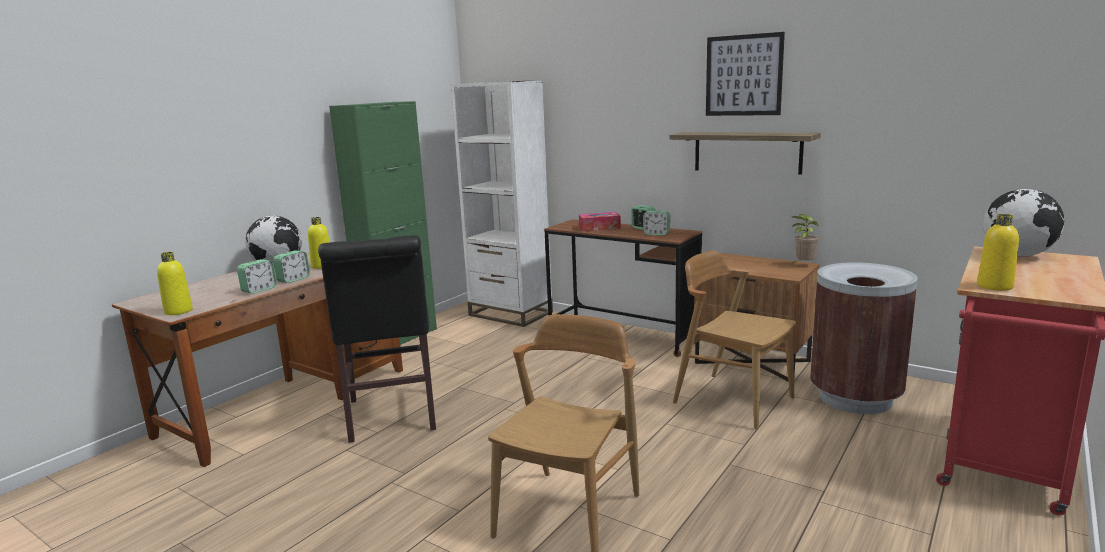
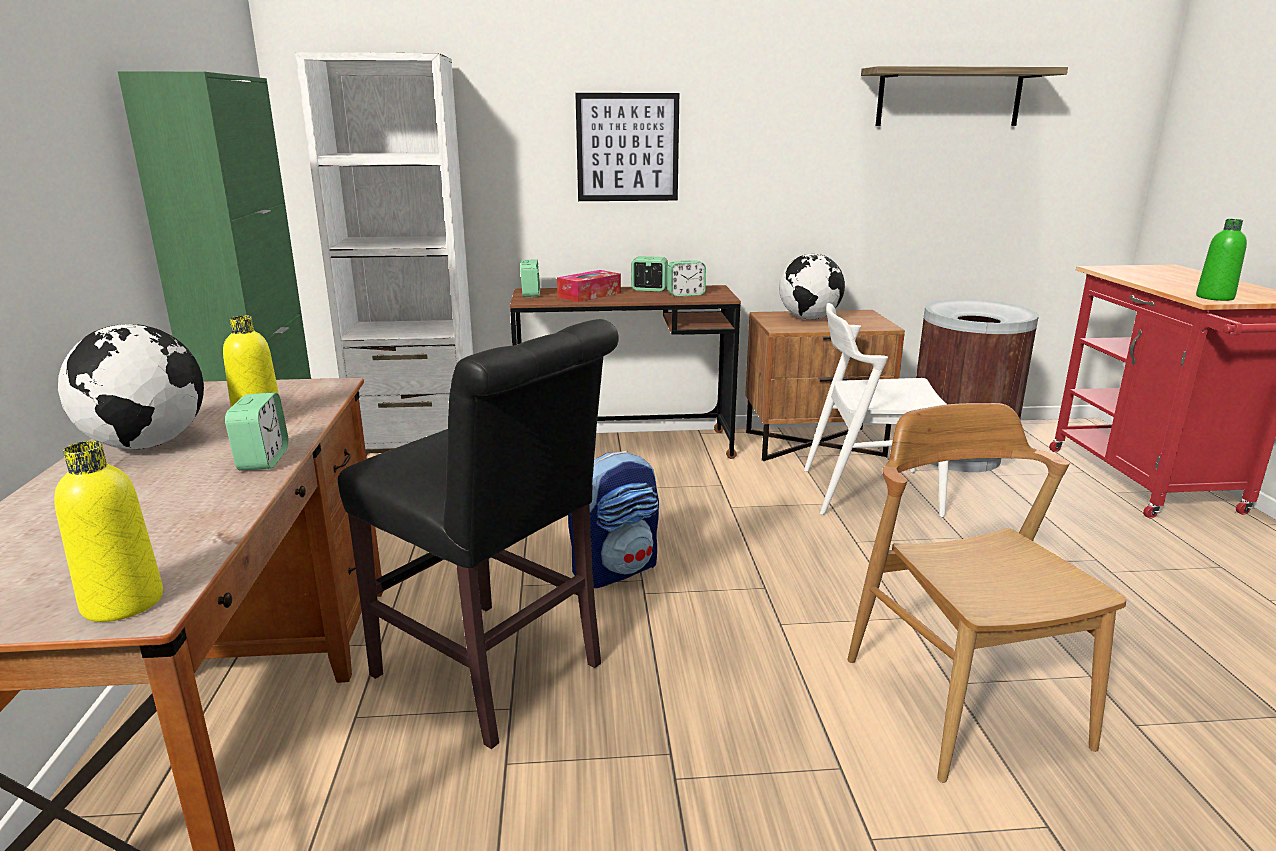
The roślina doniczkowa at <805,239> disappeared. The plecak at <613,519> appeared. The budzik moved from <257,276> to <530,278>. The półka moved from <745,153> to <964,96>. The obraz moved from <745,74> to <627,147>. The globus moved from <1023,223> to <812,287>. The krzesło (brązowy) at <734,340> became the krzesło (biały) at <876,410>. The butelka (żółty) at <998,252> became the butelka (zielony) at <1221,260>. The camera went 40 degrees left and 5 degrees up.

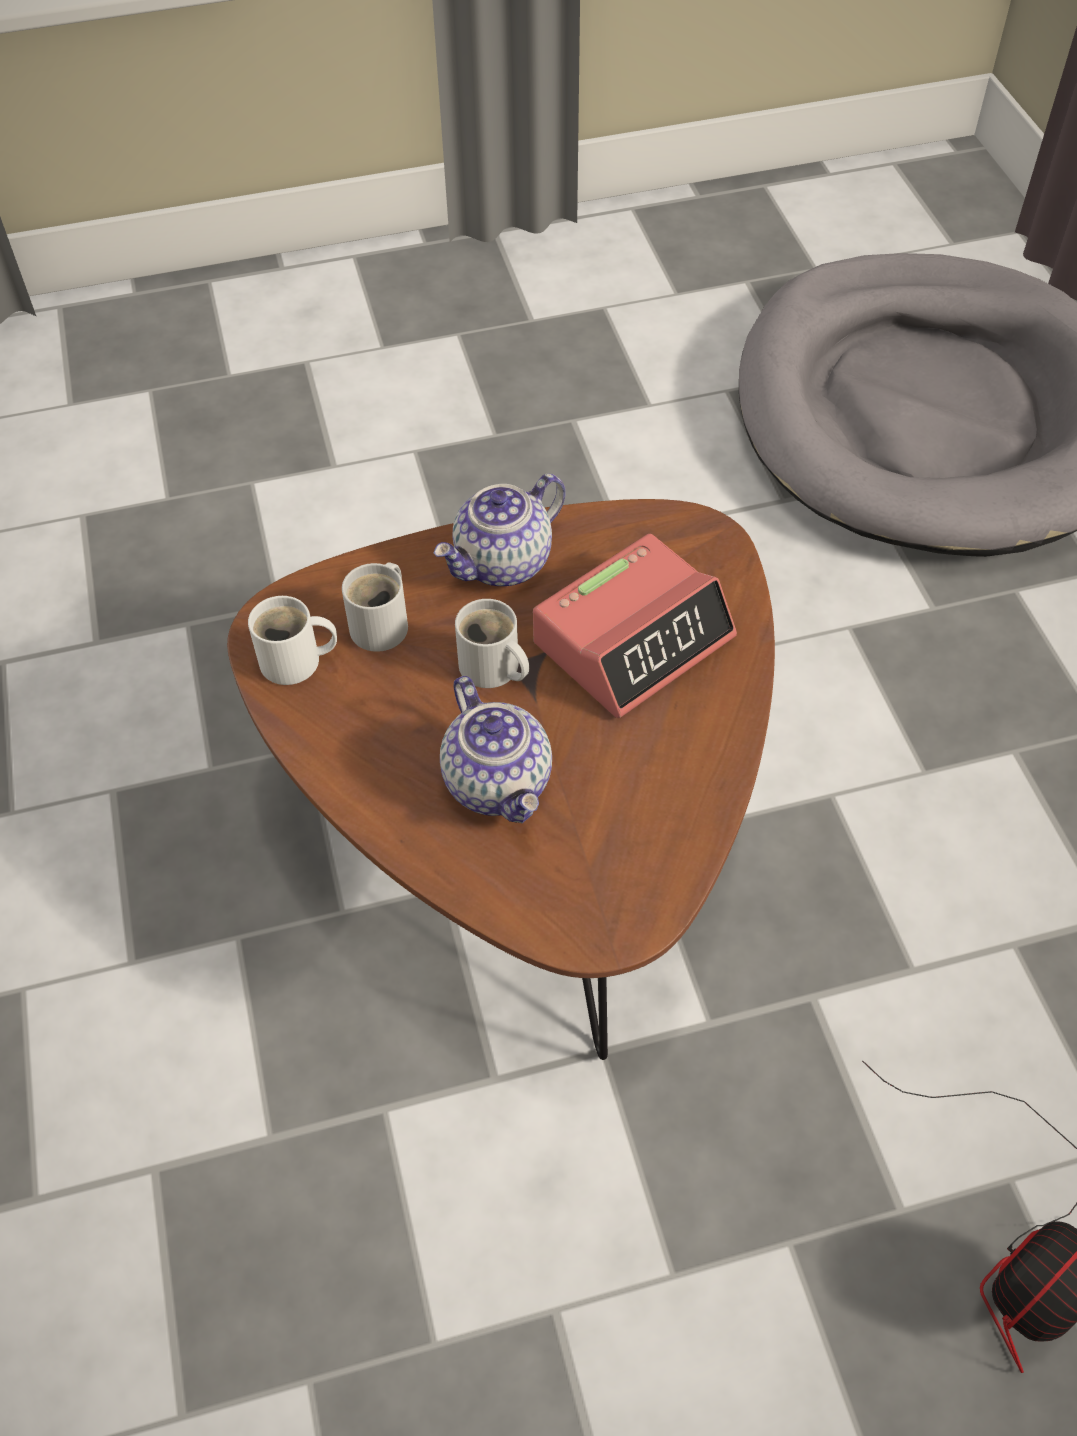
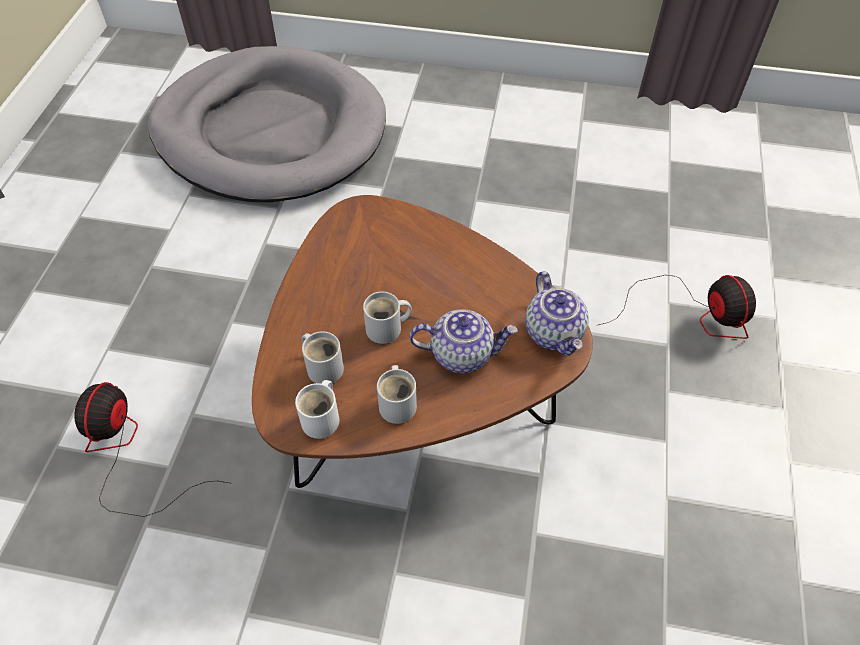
The budzik at <635,626> disappeared. The wentylator at <151,449> appeared. The kubek (biały) at <397,394> appeared. The imbryk moved from <500,529> to <557,313>. The camera went 65 degrees left and 0 degrees up.

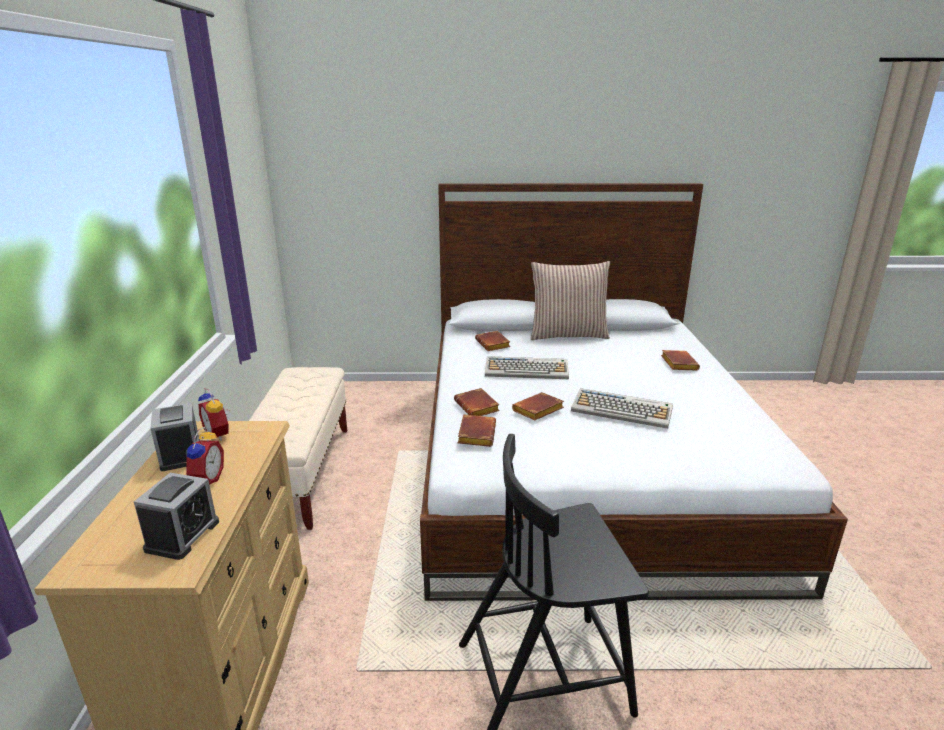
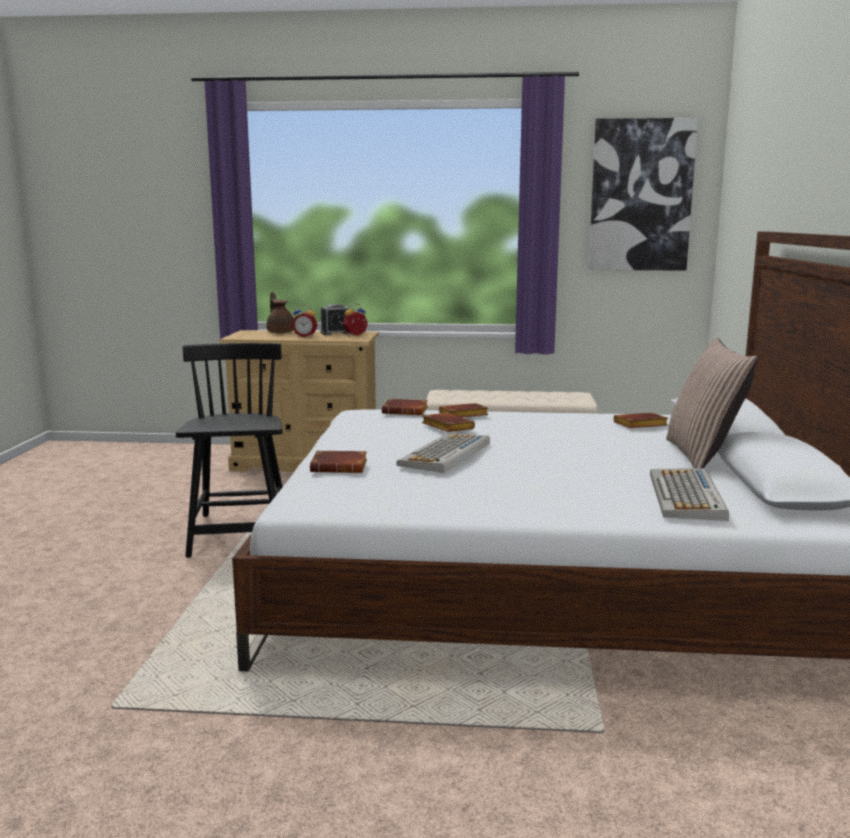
The budzik at <176,516> disappeared. The imbryk (brązowy) at <280,312> appeared. The obraz at <643,194> appeared. The klawiatura moved from <527,367> to <689,494>. The książka (brązowy) moved from <680,360> to <338,462>. The camera went 95 degrees right and 10 degrees down.

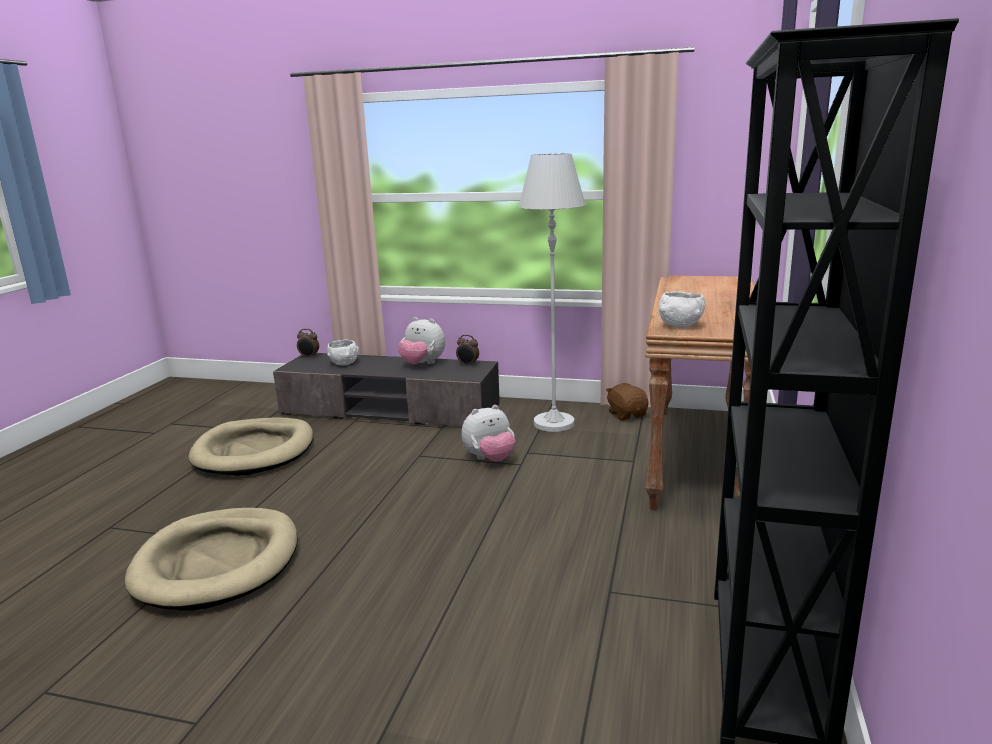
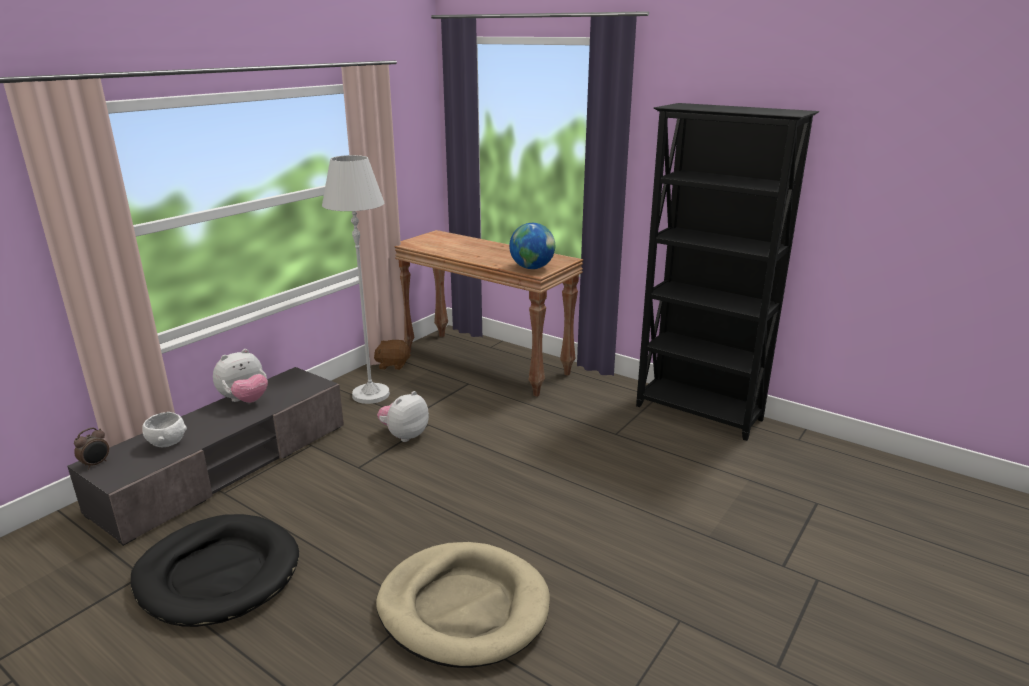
The budzik at <467,350> disappeared. The miska (biały) at <682,309> was replaced by the globus at <532,246>. The legowisko (beżowy) at <251,447> became the legowisko (czarny) at <214,570>. The pluszak at <488,433> turned 135 degrees counterclockwise. The camera went 70 degrees left and 5 degrees up.

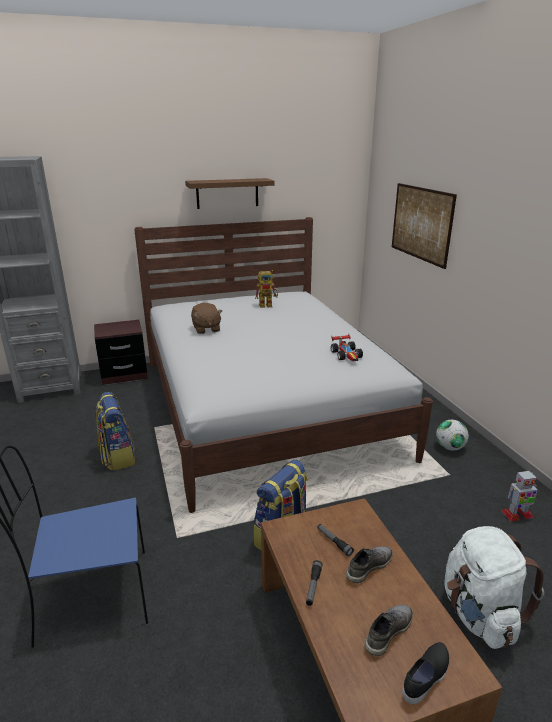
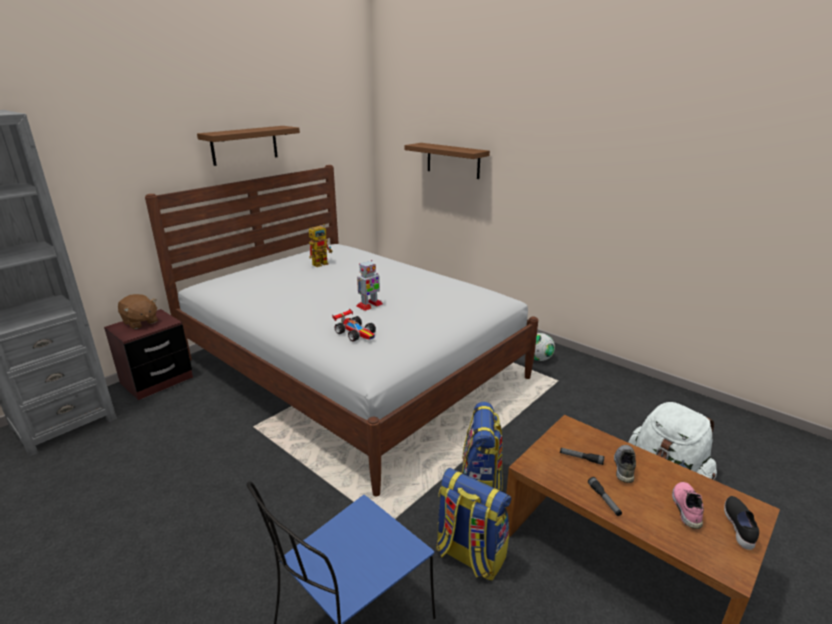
The plecak moved from <115,431> to <473,524>. The pluszak (brązowy) moved from <206,318> to <138,311>. The samochodzik moved from <347,347> to <354,324>. The robot zabawkowy moved from <520,495> to <369,285>. The obraz at <424,226> was replaced by the półka (brązowy) at <447,161>. The but (szary) at <389,630> became the but (różowy) at <688,505>. The camera went 30 degrees left and 0 degrees up.

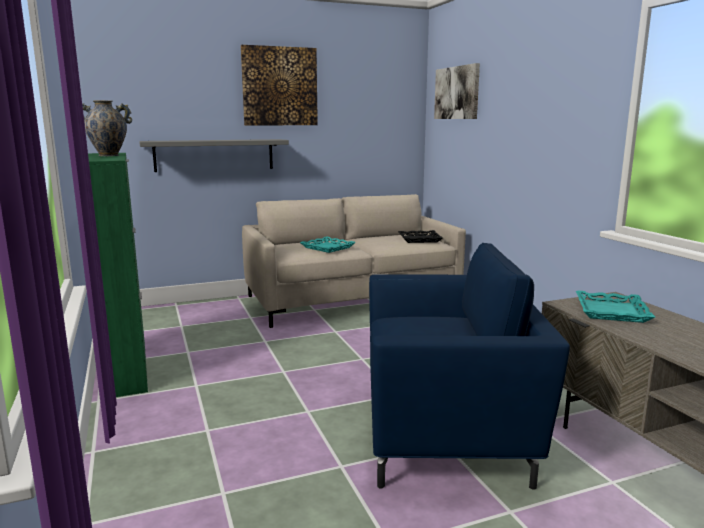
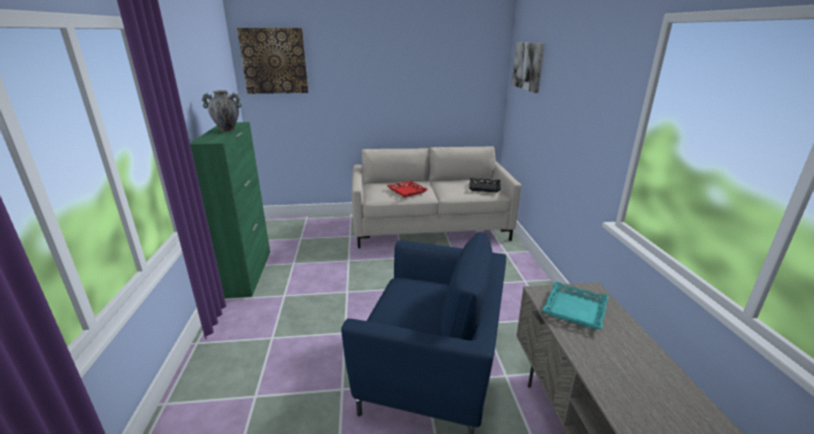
The półka (szary) at <214,155> disappeared. The obraz moved from <279,85> to <272,61>. The taca (turkusowy) at <328,244> became the taca (czerwony) at <407,188>. The camera went 15 degrees right and 10 degrees up.

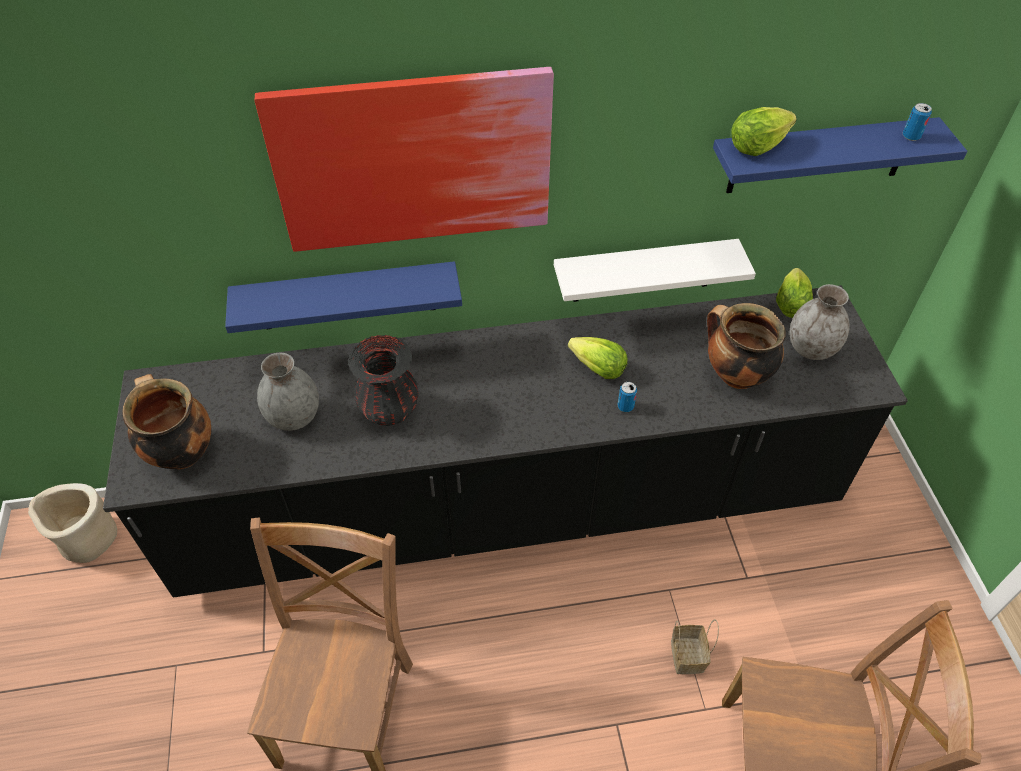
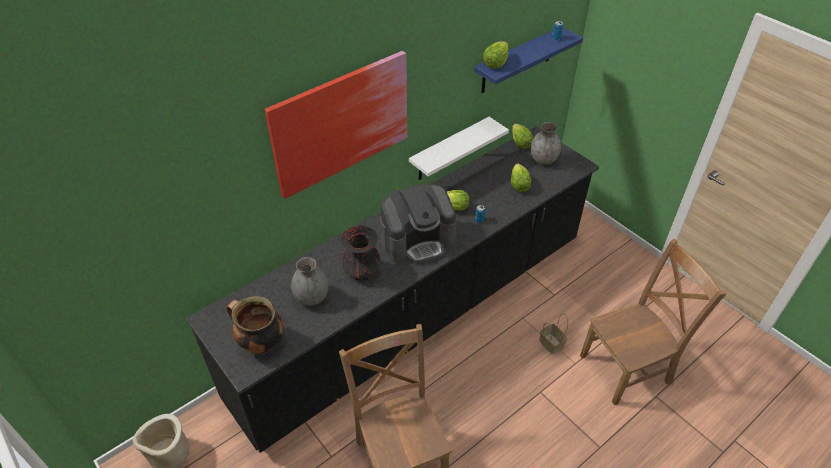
The półka (niebieski) at <343,297> disappeared. The ekspres do kawy at <418,223> appeared. The garnek at <746,346> was replaced by the sałata at <521,177>. The camera went 30 degrees left and 5 degrees down.

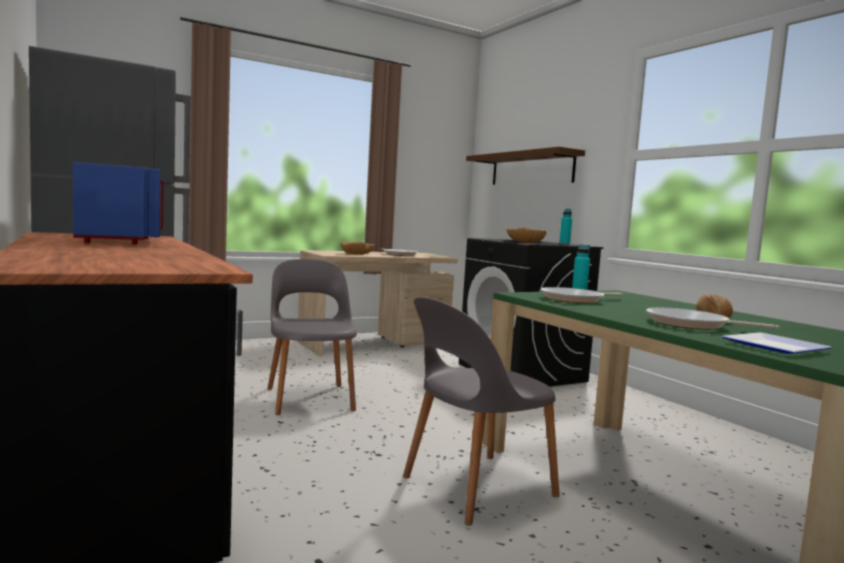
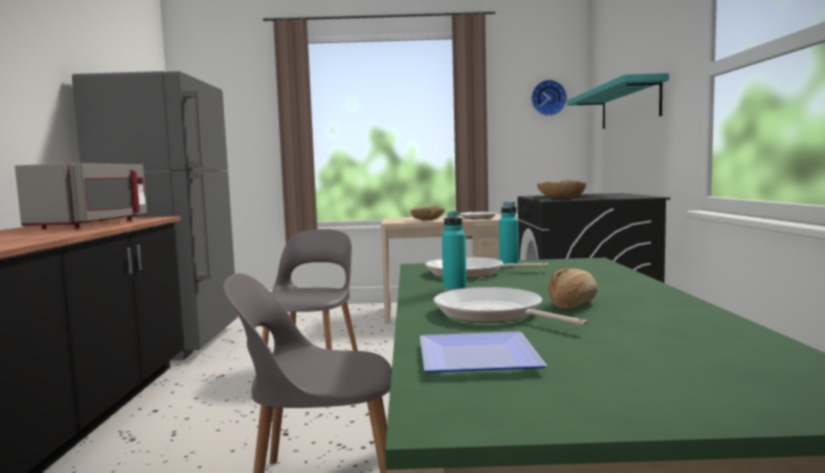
The zegar ścienny at <549,98> appeared. The butelka (turkusowy) moved from <565,227> to <454,251>. The mikrofalówka (niebieski) at <118,203> became the mikrofalówka (szary) at <81,196>. The półka (brązowy) at <525,166> became the półka (turkusowy) at <618,101>. The camera went 30 degrees right and 0 degrees up.

